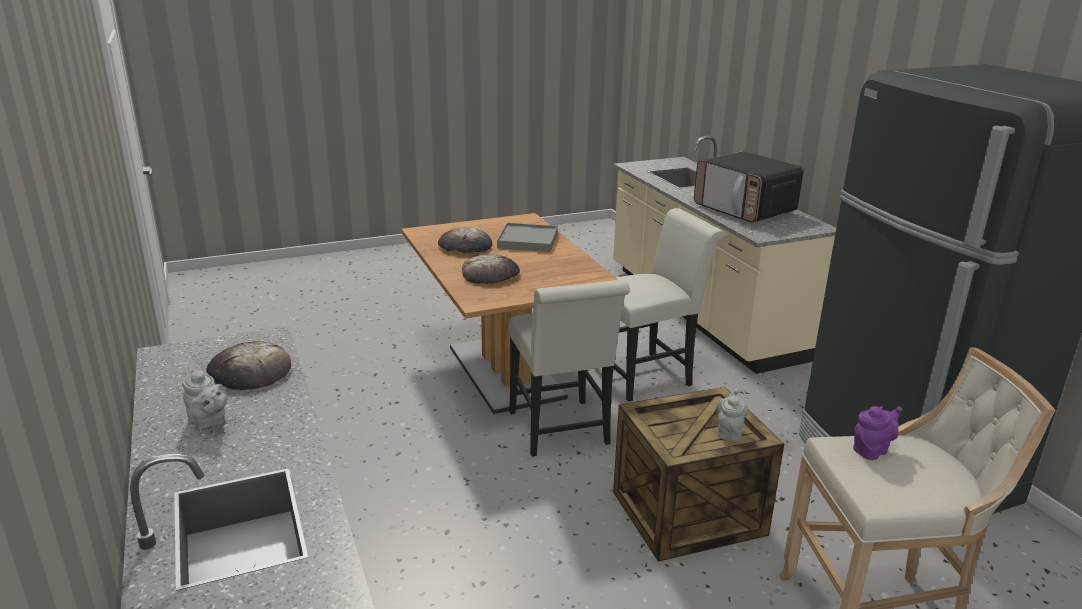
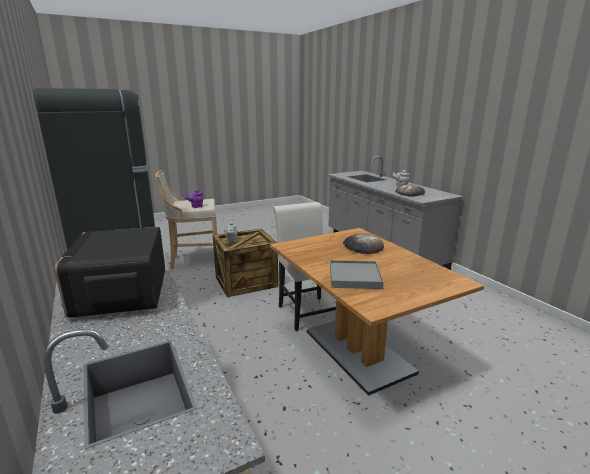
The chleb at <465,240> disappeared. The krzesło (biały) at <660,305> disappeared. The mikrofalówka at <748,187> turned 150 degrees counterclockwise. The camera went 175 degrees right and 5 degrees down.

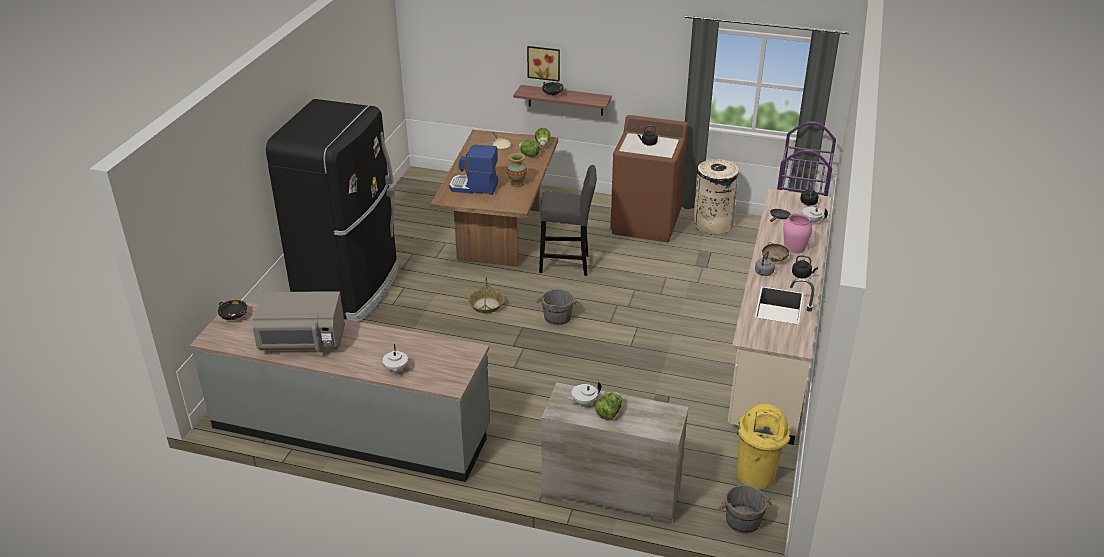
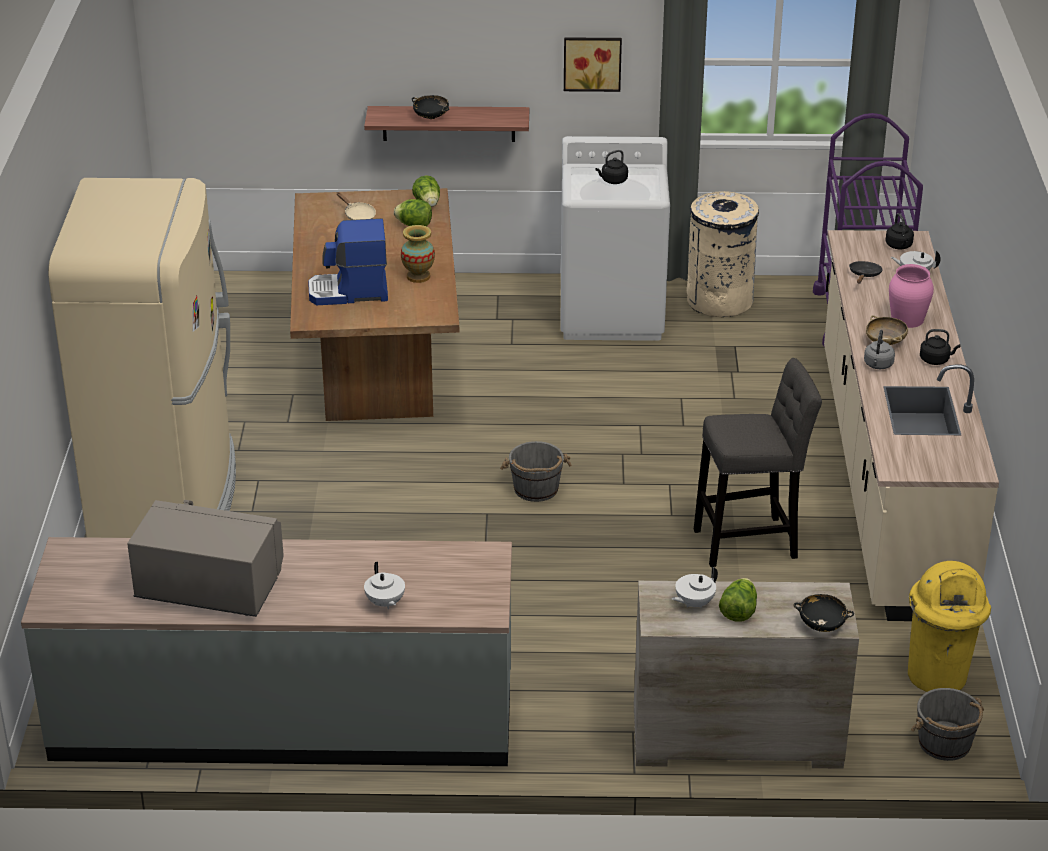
The koszyk at <486,295> disappeared. The miska (czarny) moved from <232,310> to <823,613>. The obraz moved from <543,63> to <593,64>. The stołek (szary) moved from <568,220> to <758,462>. The lodówka (czarny) at <332,210> became the lodówka (beżowy) at <142,358>. The pralka (brązowy) at <649,178> became the pralka (biały) at <615,238>. The mikrofalówka (szary) at <299,321> turned 150 degrees counterclockwise. The camera went 15 degrees left and 0 degrees up.

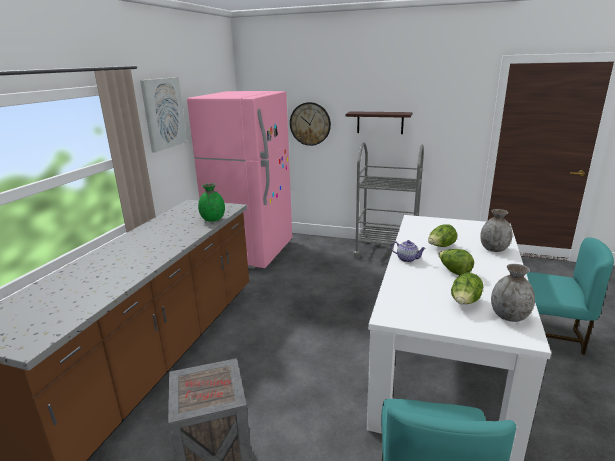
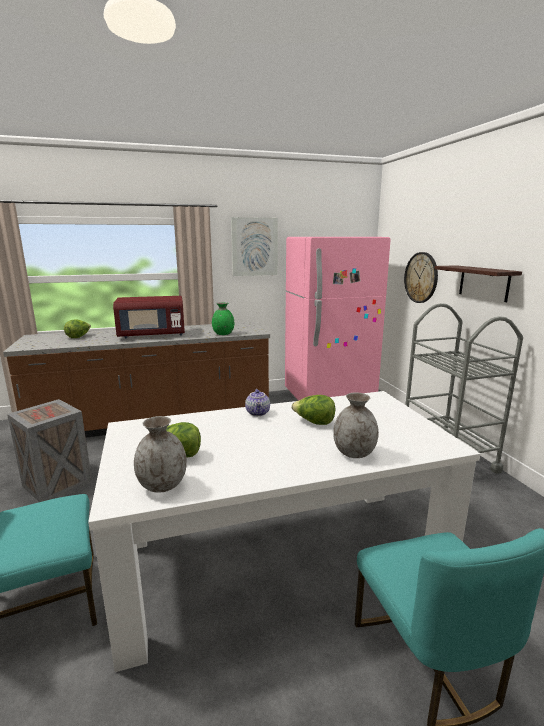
The mikrofalówka (czerwony) at <149,317> appeared. The sałata moved from <456,262> to <77,328>. The camera went 55 degrees right and 5 degrees down.

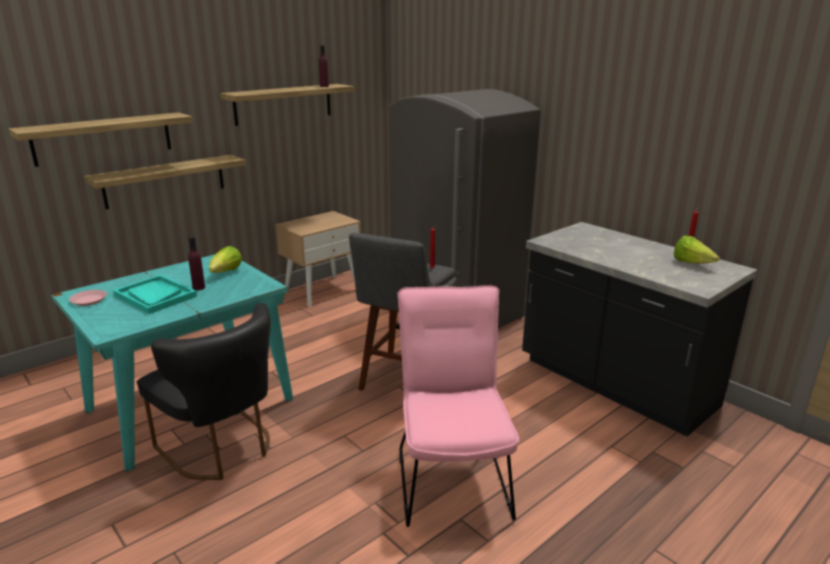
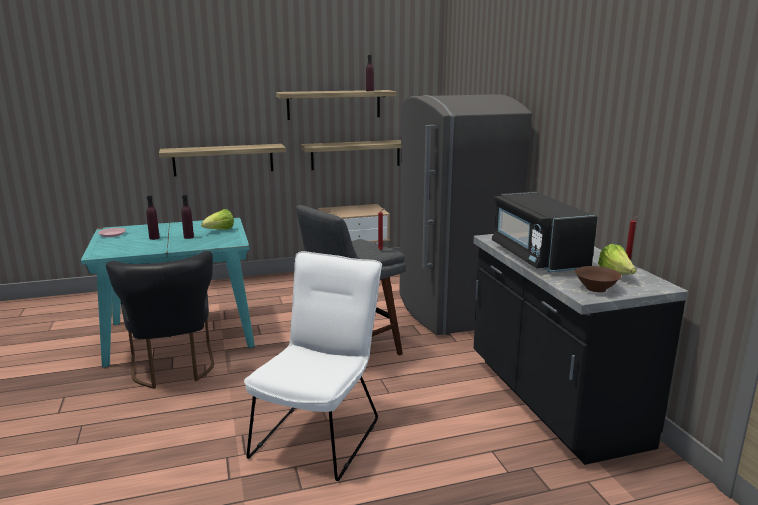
The mikrofalówka (czarny) at <545,232> appeared. The miska (brązowy) at <598,279> appeared. The półka moved from <100,140> to <351,155>. The taca (turkusowy) at <155,294> was replaced by the butelka (fioletowy) at <153,217>. The krzesło (różowy) at <458,406> became the krzesło (biały) at <313,366>. The camera went 25 degrees right and 5 degrees down.

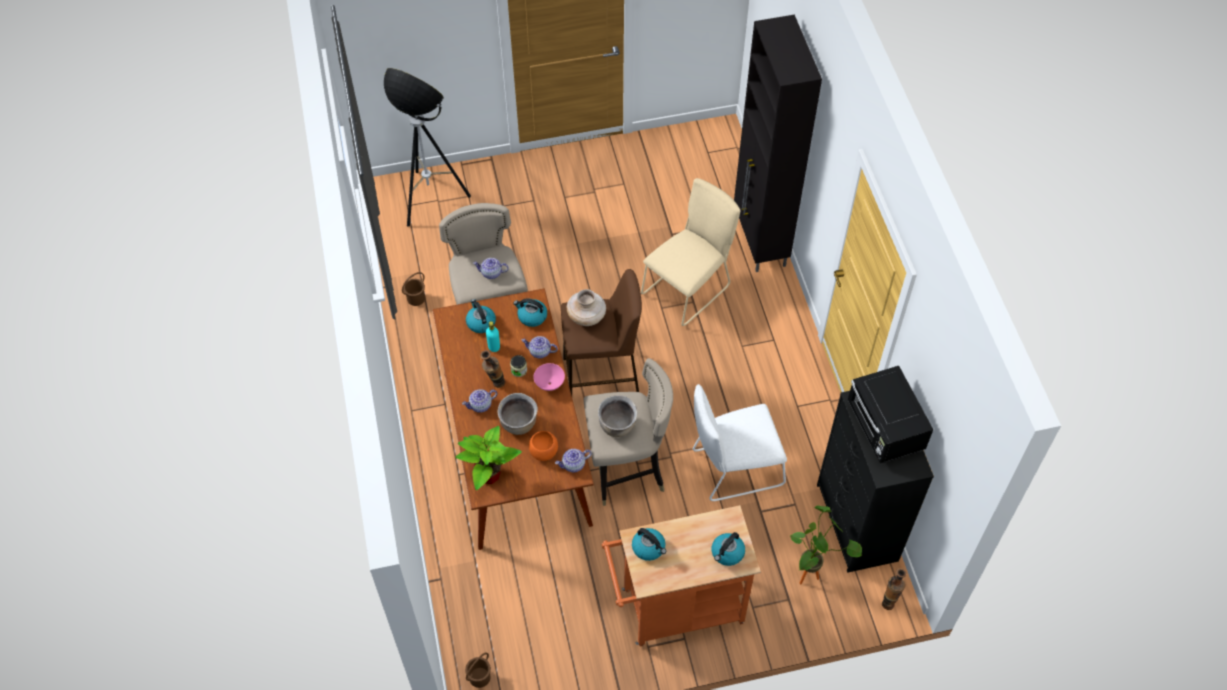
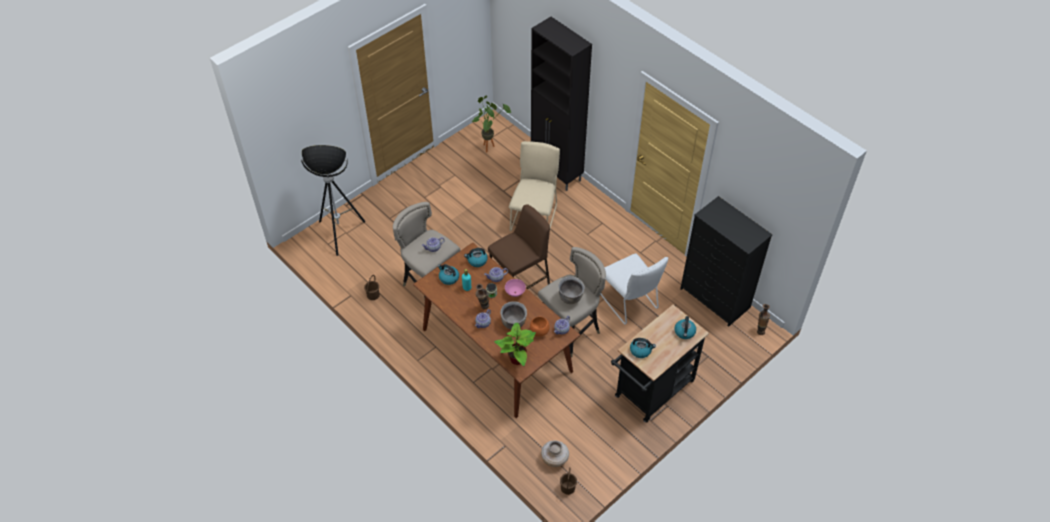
The mikrofalówka (czarny) at <890,414> disappeared. The wazon (beżowy) moved from <586,307> to <555,453>. The roślina doniczkowa moved from <826,545> to <491,124>. The wózek (pomarańczowy) at <681,576> became the wózek (czarny) at <660,364>. The krzesło (biały) at <740,442> turned 75 degrees counterclockwise. The camera went 30 degrees left and 5 degrees down.

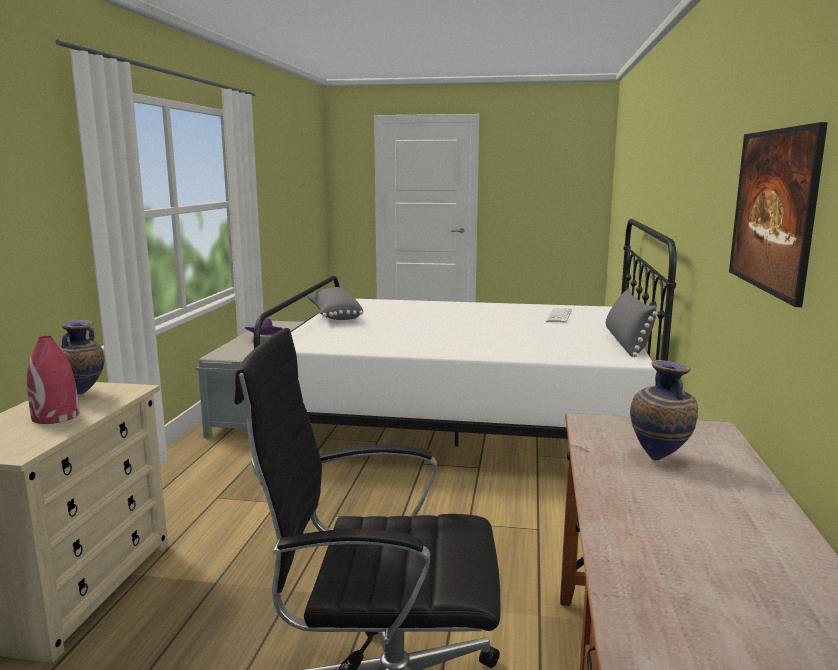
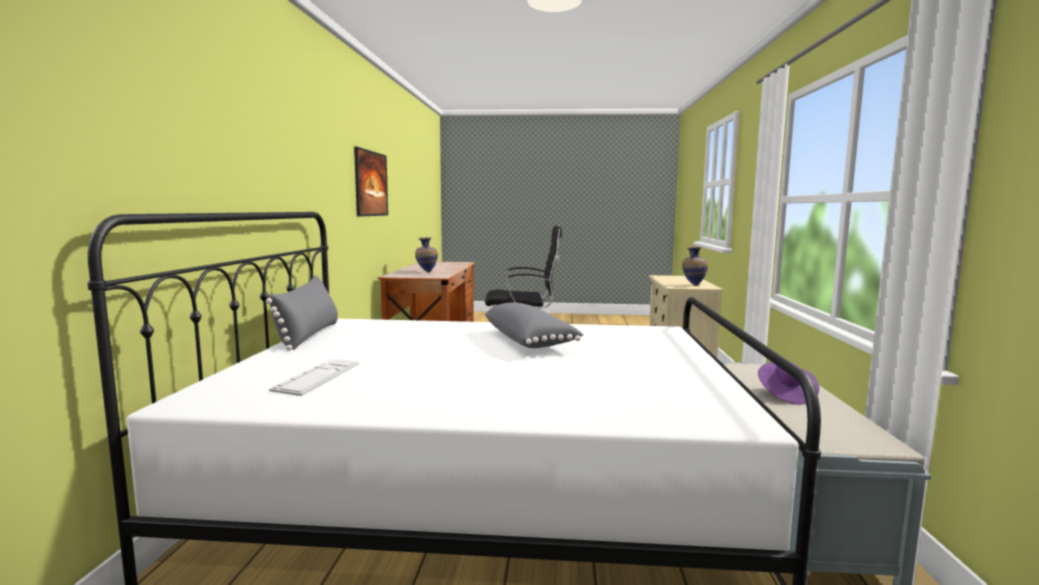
The wazon (czerwony) at <53,380> disappeared. The poduszka (szary) moved from <335,303> to <534,325>. The camera went 175 degrees right and 5 degrees down.

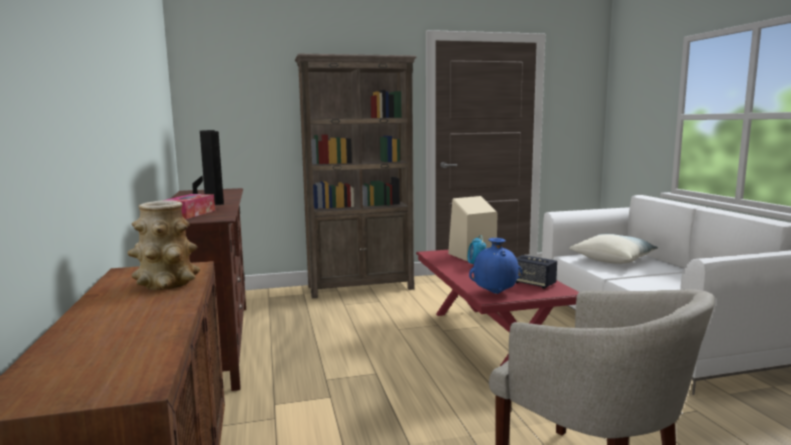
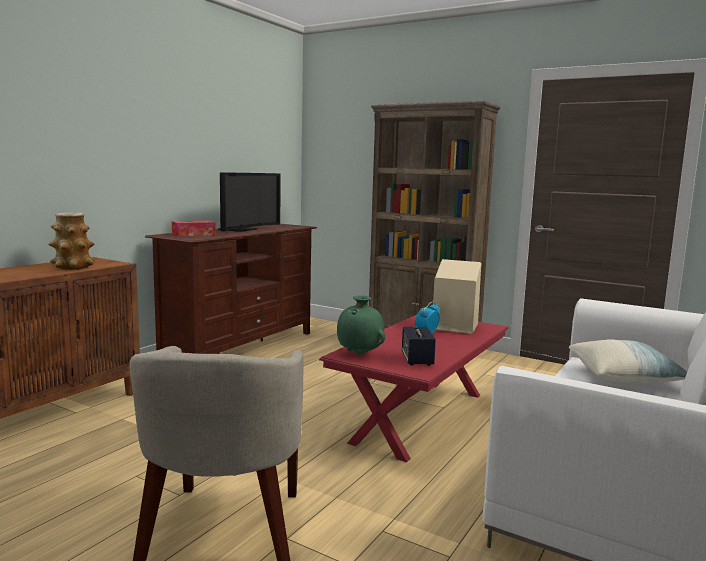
The wazon (niebieski) at <495,266> became the wazon (zielony) at <361,325>. The camera went 45 degrees right and 0 degrees up.

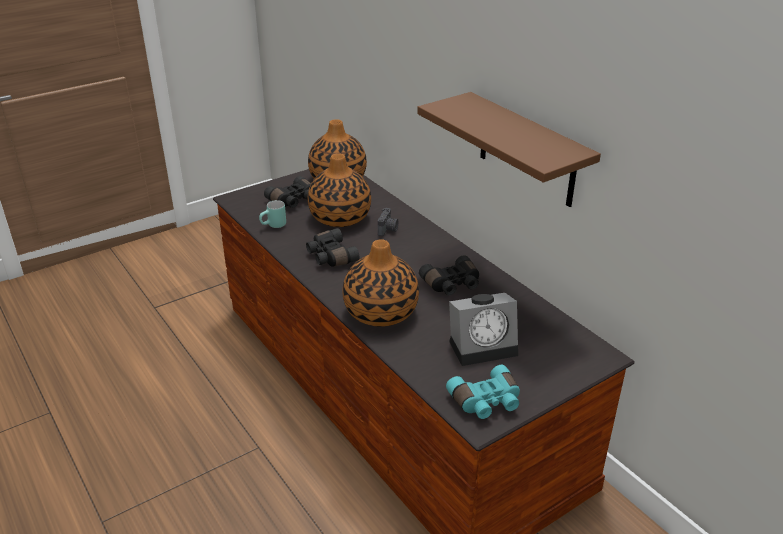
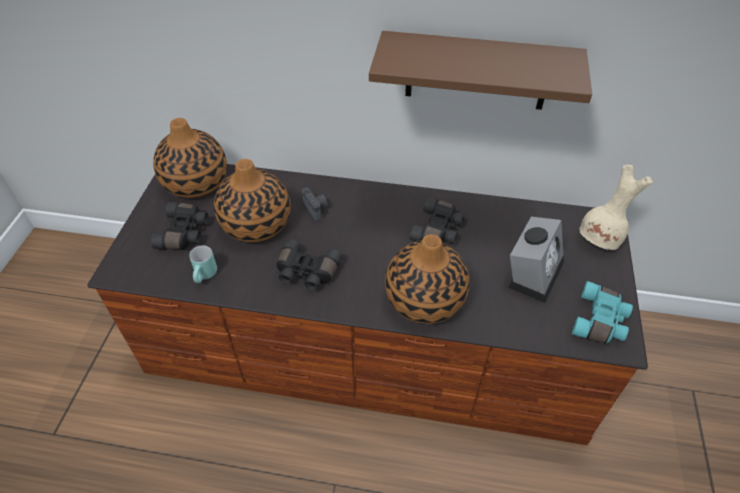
The wazon (beżowy) at <616,207> appeared. The camera went 45 degrees left and 15 degrees up.

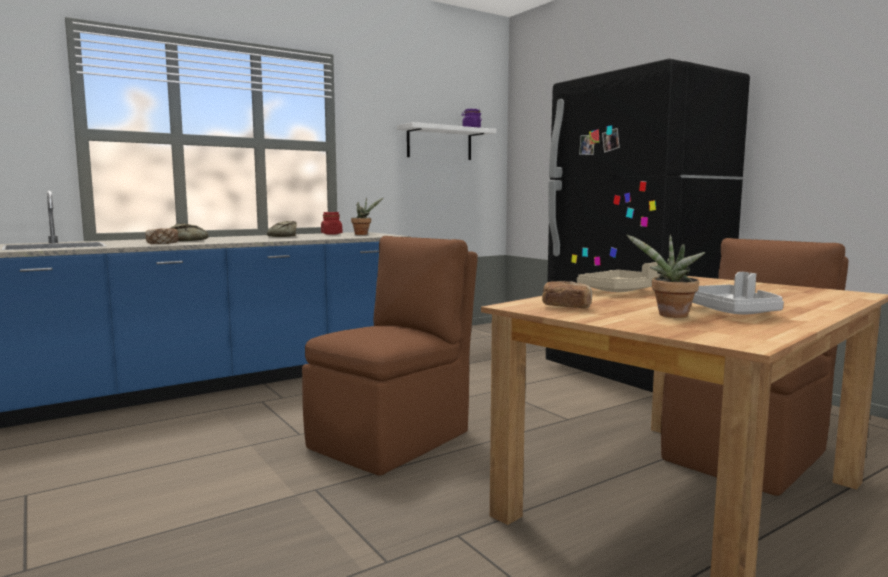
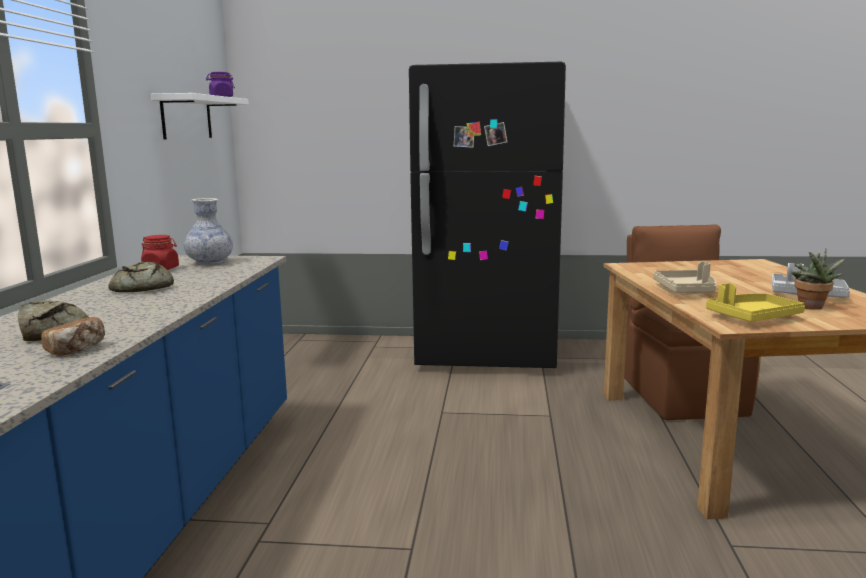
The krzesło (brązowy) at <390,356> disappeared. The roślina doniczkowa at <367,216> was replaced by the wazon at <208,231>. The chleb at <567,295> was replaced by the taca (żółty) at <755,302>. The camera went 50 degrees left and 5 degrees up.

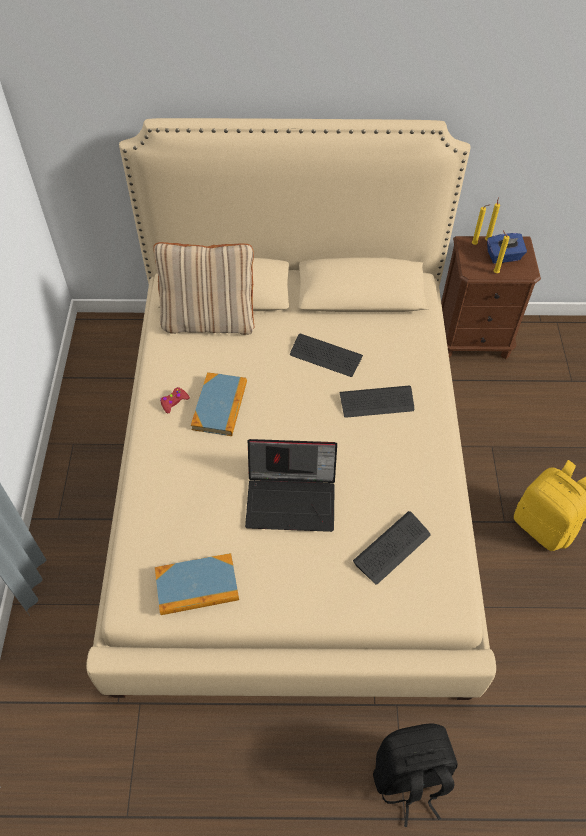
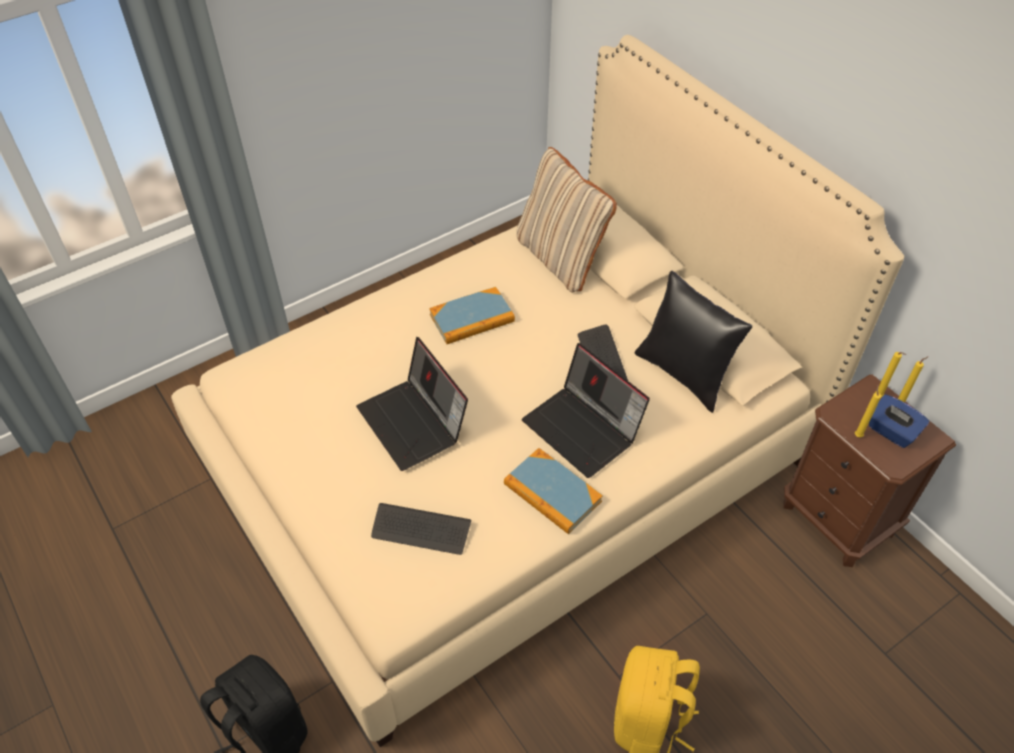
The pad do gier (czerwony) at <175,400> disappeared. The poduszka (czarny) at <693,342> appeared. The książka moved from <197,584> to <553,491>. The klawiatura at <376,402> was replaced by the laptop at <586,410>. The camera went 55 degrees right and 5 degrees down.

